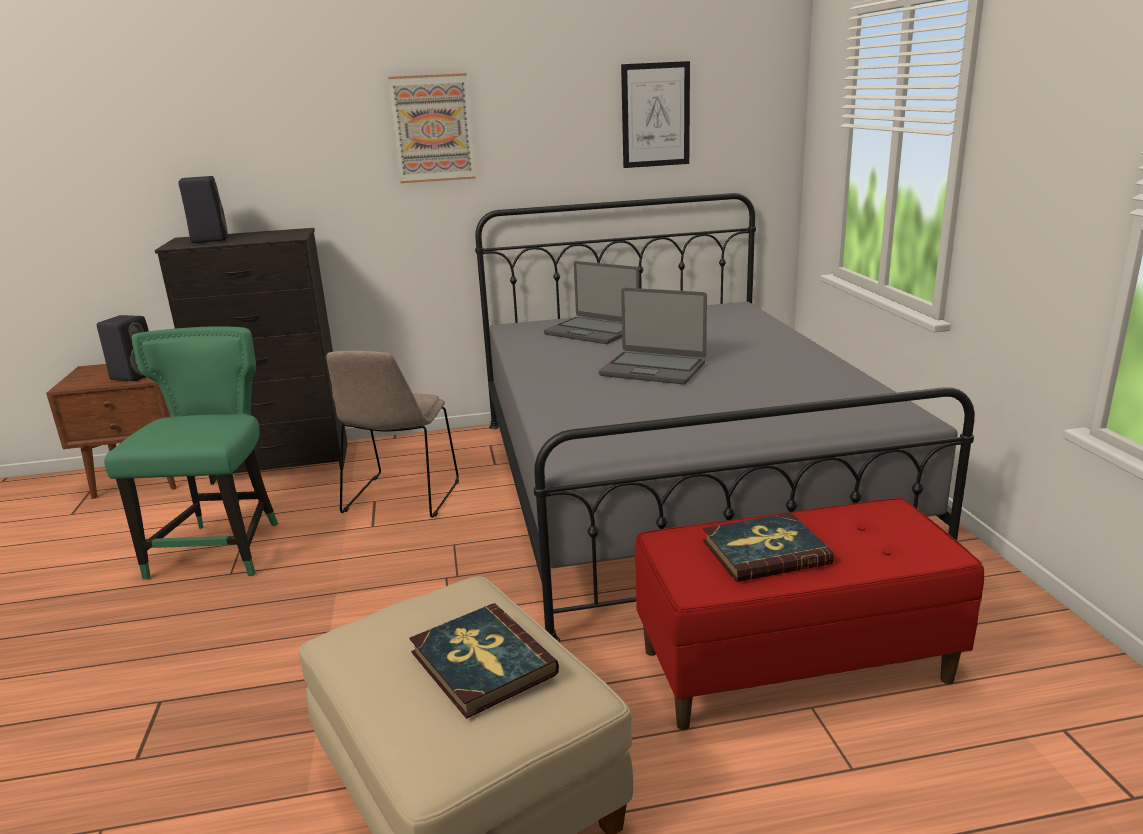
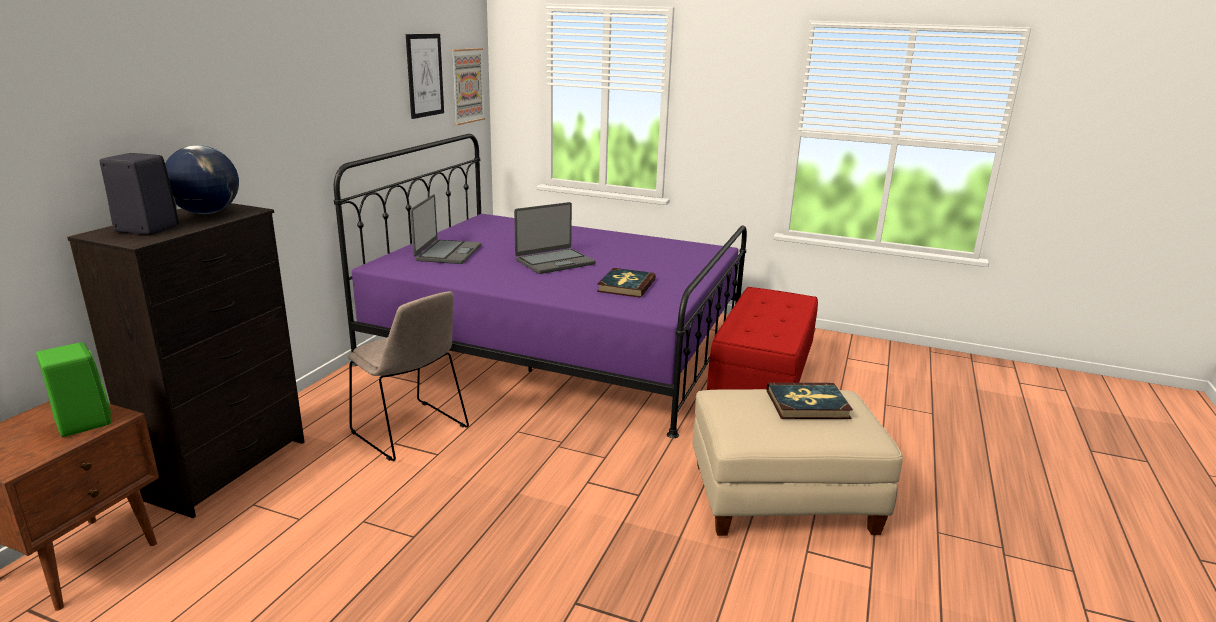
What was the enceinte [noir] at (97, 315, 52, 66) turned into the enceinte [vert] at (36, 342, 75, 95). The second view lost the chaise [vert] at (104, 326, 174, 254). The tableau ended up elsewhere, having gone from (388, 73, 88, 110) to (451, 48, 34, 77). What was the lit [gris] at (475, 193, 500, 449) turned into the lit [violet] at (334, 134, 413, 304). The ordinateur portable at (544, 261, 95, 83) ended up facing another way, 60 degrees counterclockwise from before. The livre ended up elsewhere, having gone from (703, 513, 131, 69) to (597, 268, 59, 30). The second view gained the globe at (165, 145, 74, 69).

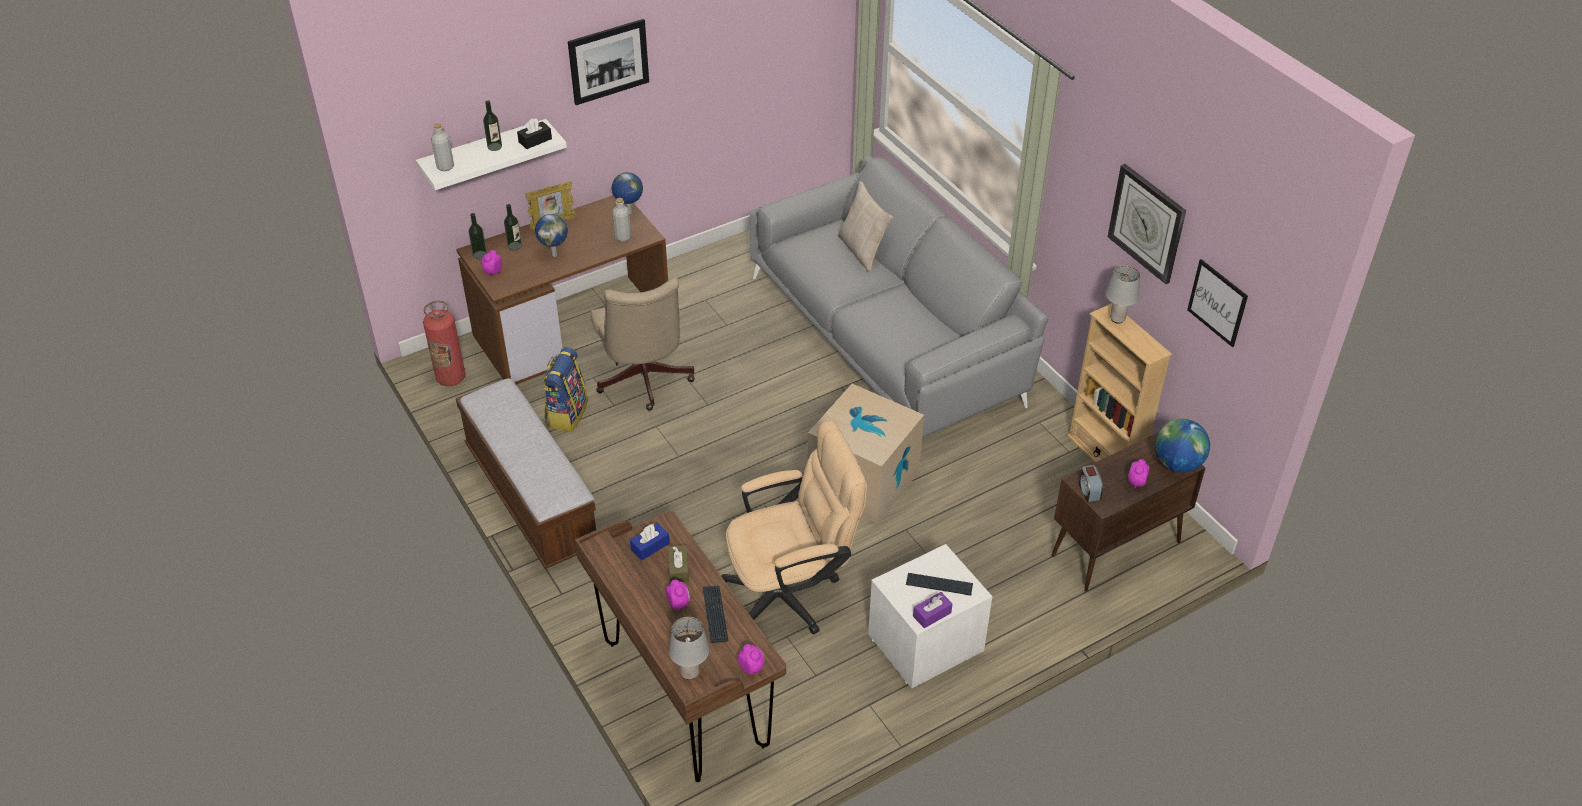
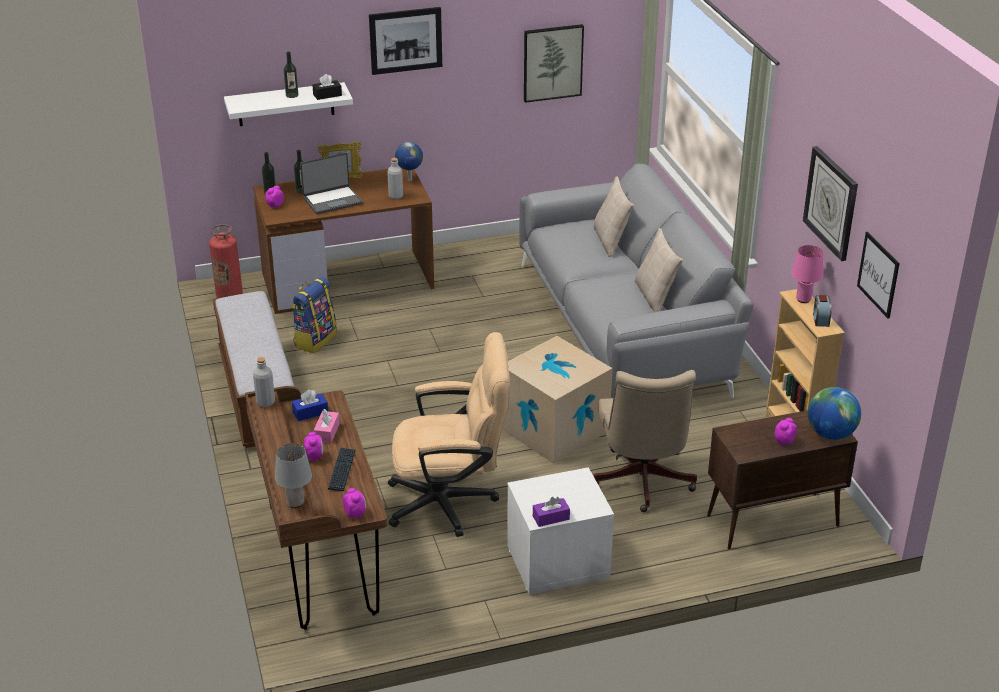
The bouteille [gris] ended up elsewhere, having gone from (431, 123, 23, 48) to (253, 357, 22, 50). Where the globe stood at (535, 214, 33, 43), the ordinateur portable came to stand at (300, 153, 63, 61). The chaise de bureau [beige] ended up elsewhere, having gone from (591, 277, 104, 134) to (593, 370, 104, 142). What was the boîte à mouchoirs [marron] at (668, 545, 21, 38) turned into the boîte à mouchoirs [rose] at (314, 409, 26, 34). The second view lost the clavier at (906, 573, 67, 23). The réveil ended up elsewhere, having gone from (1079, 465, 24, 37) to (813, 295, 18, 32). What was the lampe de table [gris] at (1106, 265, 34, 59) turned into the lampe de table [rose] at (791, 245, 32, 58). The second view gained the tableau at (524, 24, 60, 79). The second view gained the coussin [beige] at (634, 228, 49, 84).

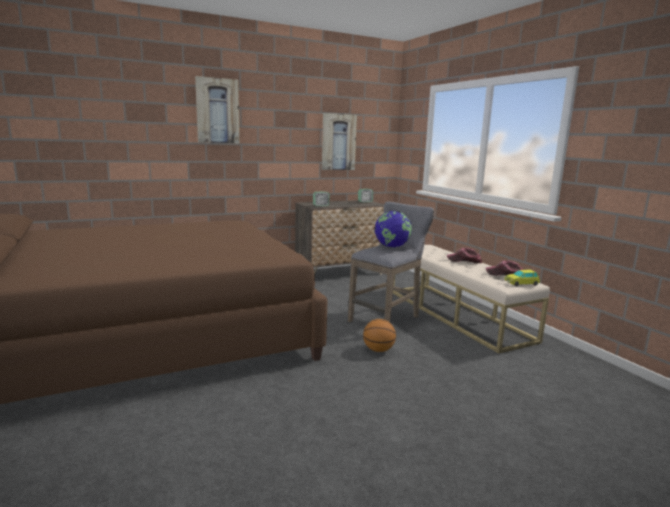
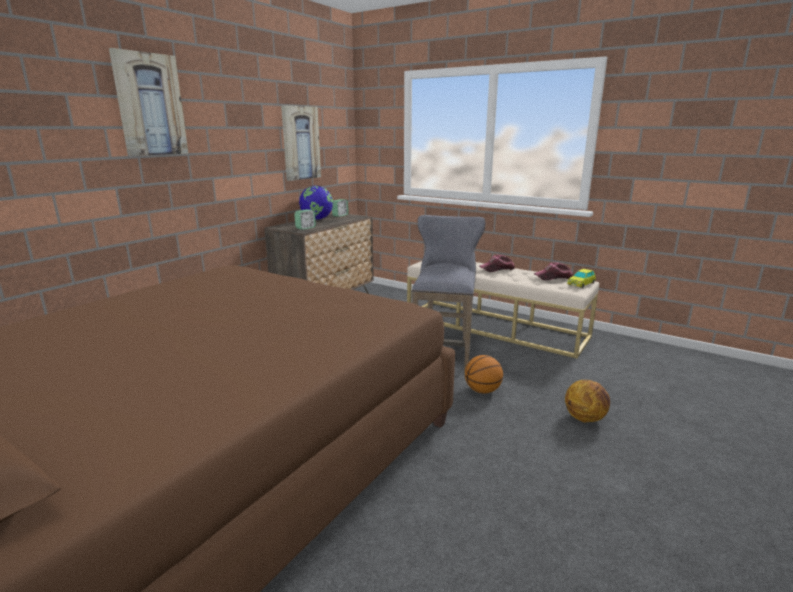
The globe ended up elsewhere, having gone from (375, 211, 37, 36) to (299, 185, 34, 35). The second view gained the ballon de basket at (565, 380, 45, 42).

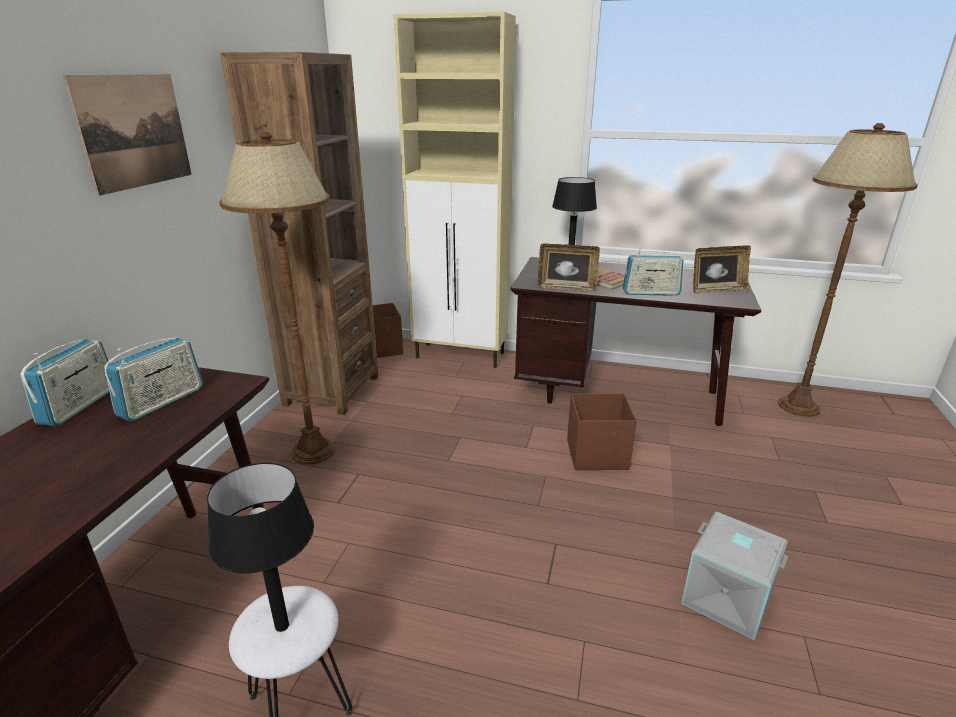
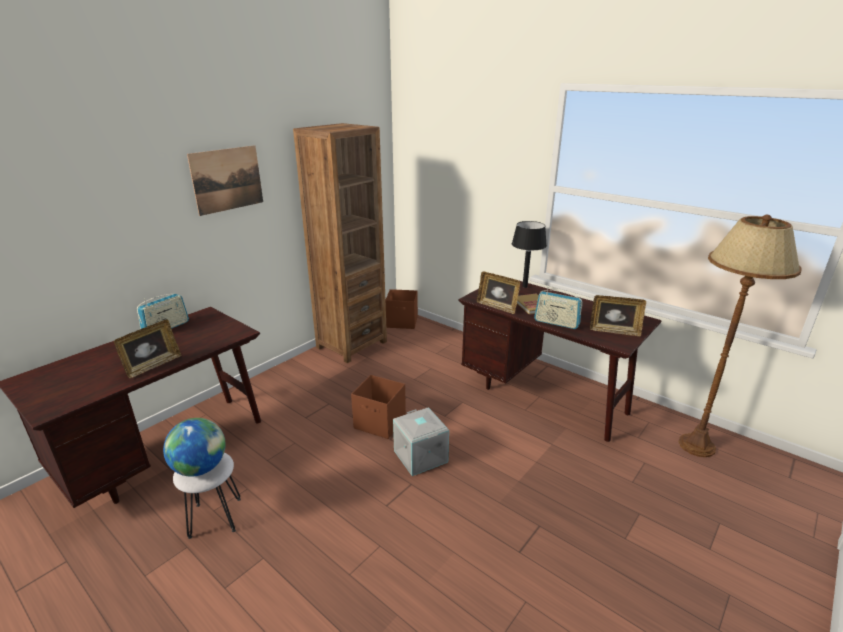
The second view lost the radio at (104, 337, 99, 85). Where the lampe de table [noir] stood at (207, 463, 107, 169), the globe came to stand at (163, 418, 63, 59). The second view lost the lampadaire [marron] at (219, 132, 116, 332). The second view lost the meuble de rangement [beige] at (393, 12, 123, 356). The boîte de rangement [marron] ended up elsewhere, having gone from (567, 393, 70, 77) to (351, 375, 55, 64). The boîte de rangement [gris] ended up elsewhere, having gone from (681, 512, 107, 128) to (393, 407, 56, 69). The second view gained the cadre photo at (114, 320, 68, 58).

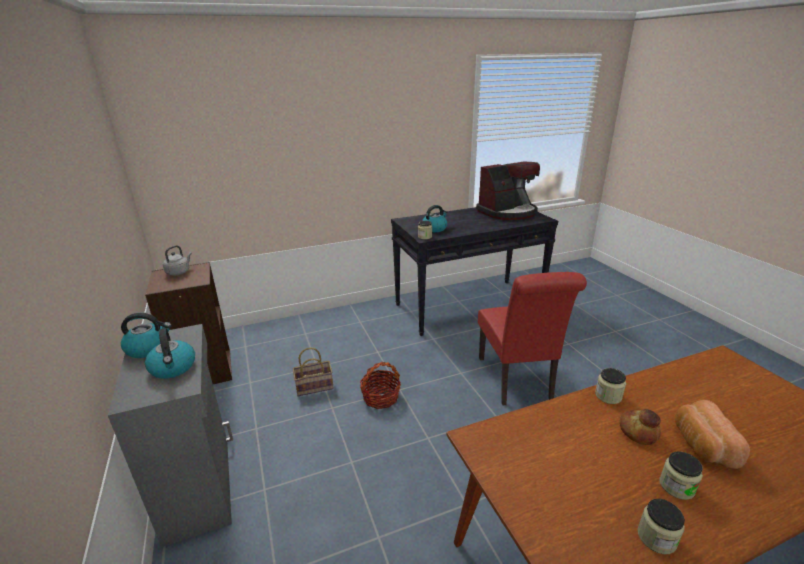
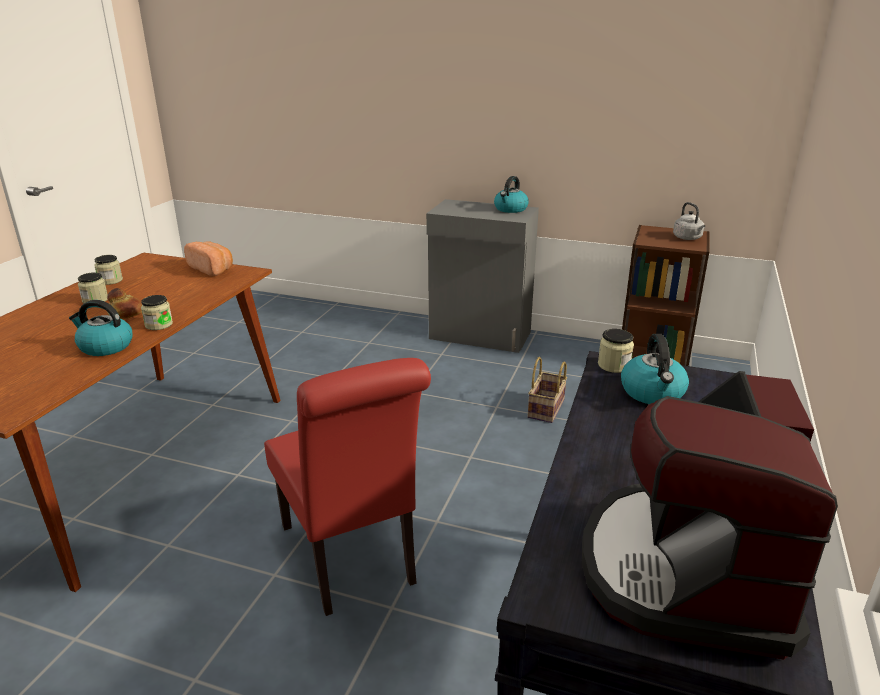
The bouilloire ended up elsewhere, having gone from (145, 328, 50, 51) to (69, 300, 64, 56). The second view lost the panier at (360, 362, 41, 47). The chaise [rouge] at (478, 272, 109, 133) ended up facing another way, 150 degrees counterclockwise from before. The pain ended up elsewhere, having gone from (675, 400, 75, 69) to (184, 241, 49, 35).

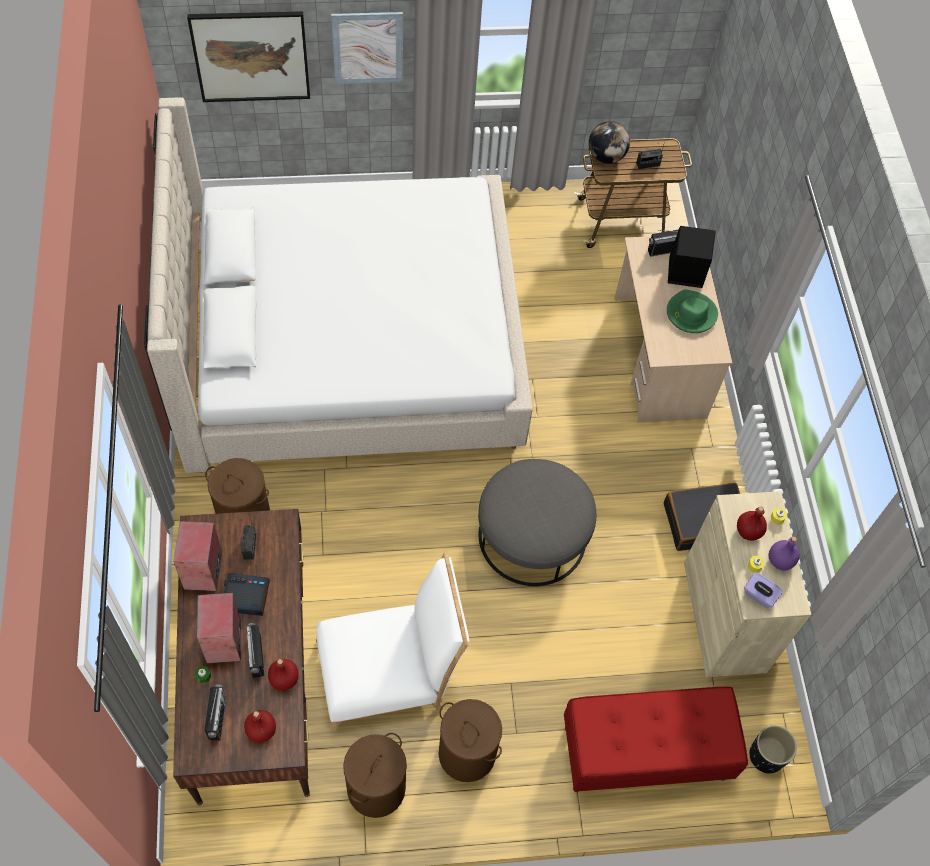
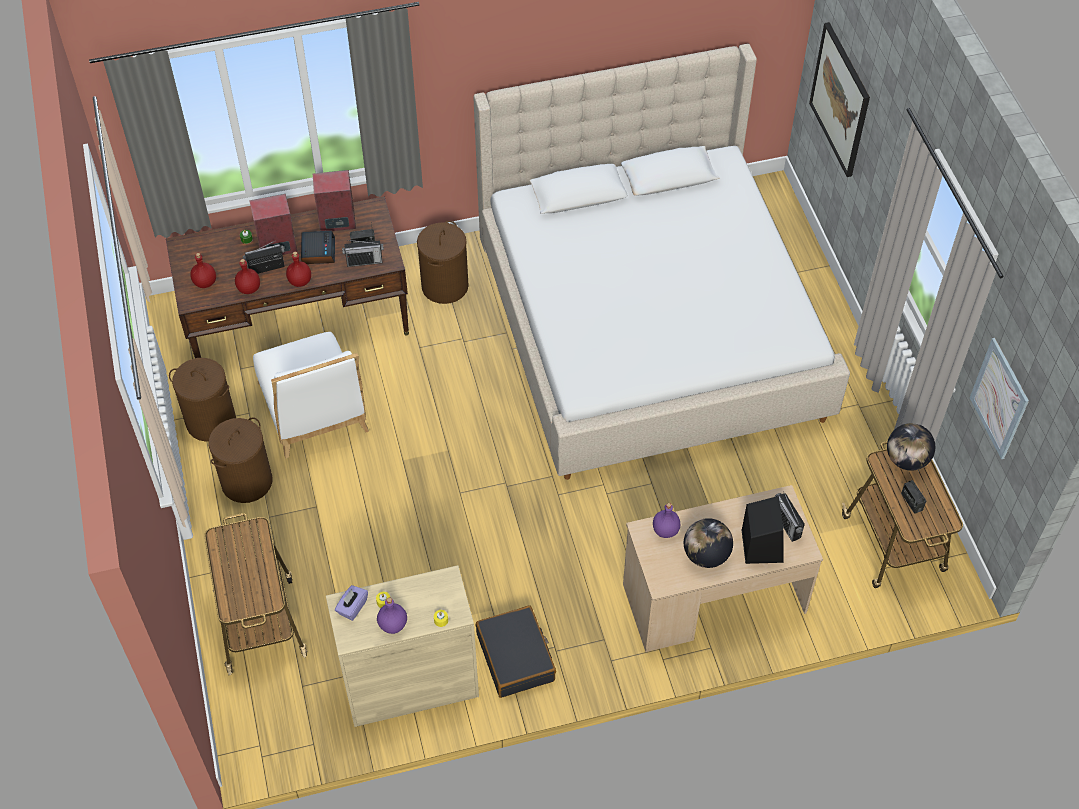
The radio ended up elsewhere, having gone from (204, 684, 22, 57) to (342, 240, 42, 27). The tableau ended up elsewhere, having gone from (331, 12, 72, 72) to (970, 338, 59, 121). The second view lost the pouf [gris] at (478, 459, 118, 127). Where the banc [rouge] stood at (564, 687, 184, 105), the chariot came to stand at (204, 513, 103, 162). Where the chapeau [vert] stood at (667, 289, 51, 44), the globe came to stand at (684, 518, 49, 50). The bouteille [rouge] ended up elsewhere, having gone from (737, 506, 30, 34) to (286, 252, 25, 35). The second view lost the cache-pot [noir] at (749, 725, 48, 49). The second view gained the bouteille [violet] at (653, 503, 27, 35).

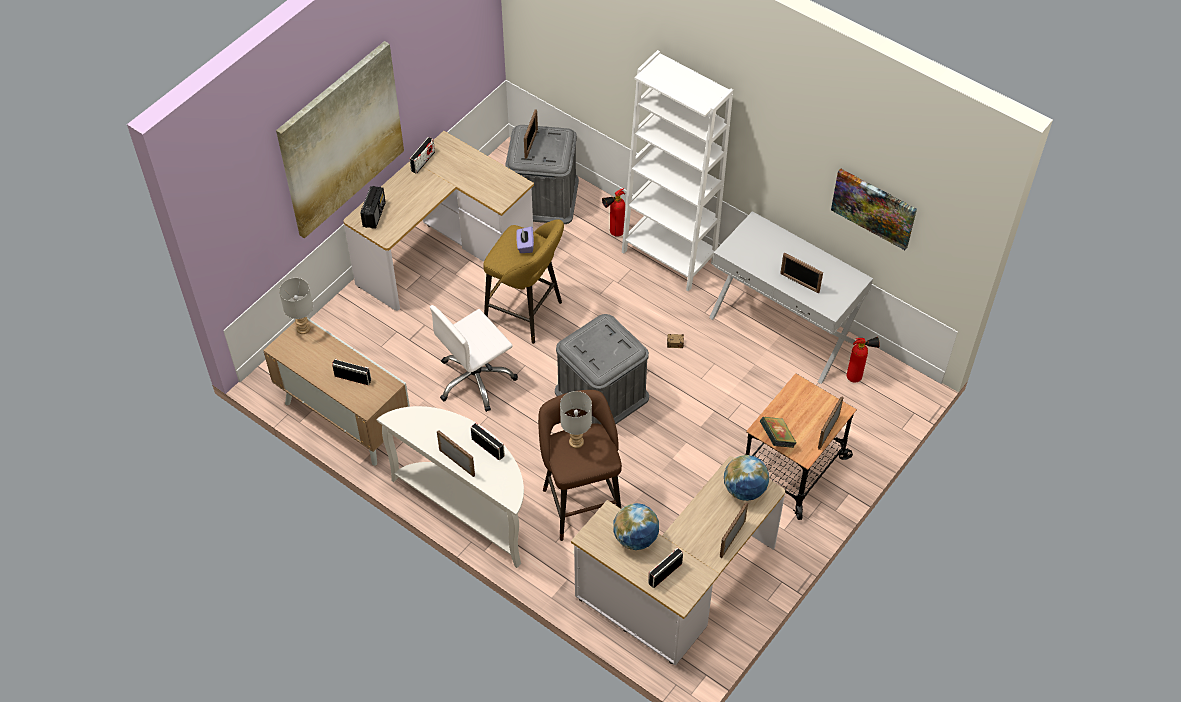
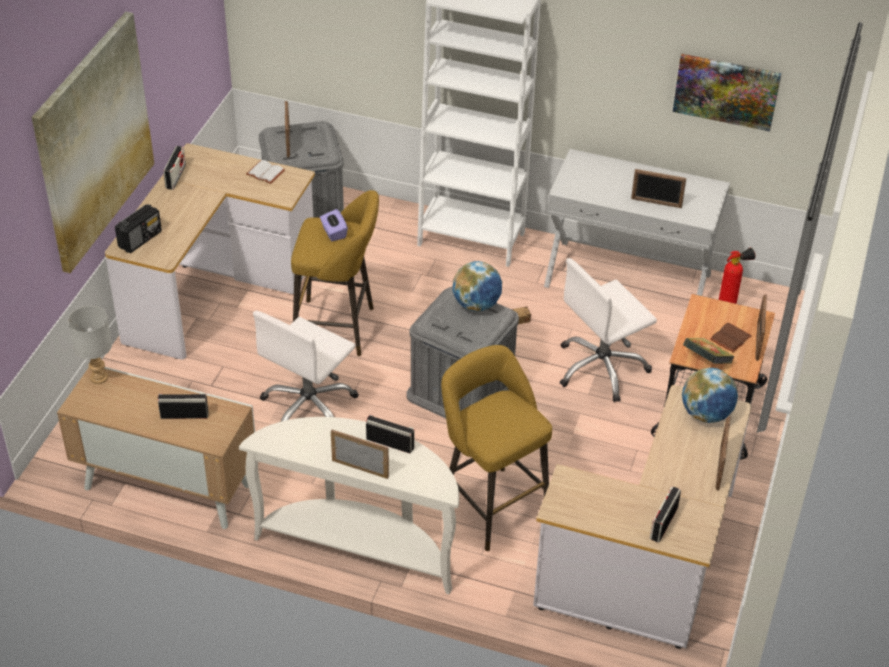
The radio at (360, 186, 26, 43) ended up facing another way, 45 degrees clockwise from before. What was the tabouret [marron] at (538, 390, 84, 151) turned into the tabouret [jaune] at (441, 345, 111, 206). The second view lost the lampe de table [gris] at (560, 391, 32, 57). The second view lost the extincteur at (602, 188, 23, 49). The globe ended up elsewhere, having gone from (613, 503, 46, 47) to (453, 261, 49, 51). The second view gained the livre [blanc] at (246, 160, 39, 24). The second view gained the chaise de bureau [blanc] at (560, 258, 97, 144). The second view gained the livre [marron] at (710, 322, 42, 31).

